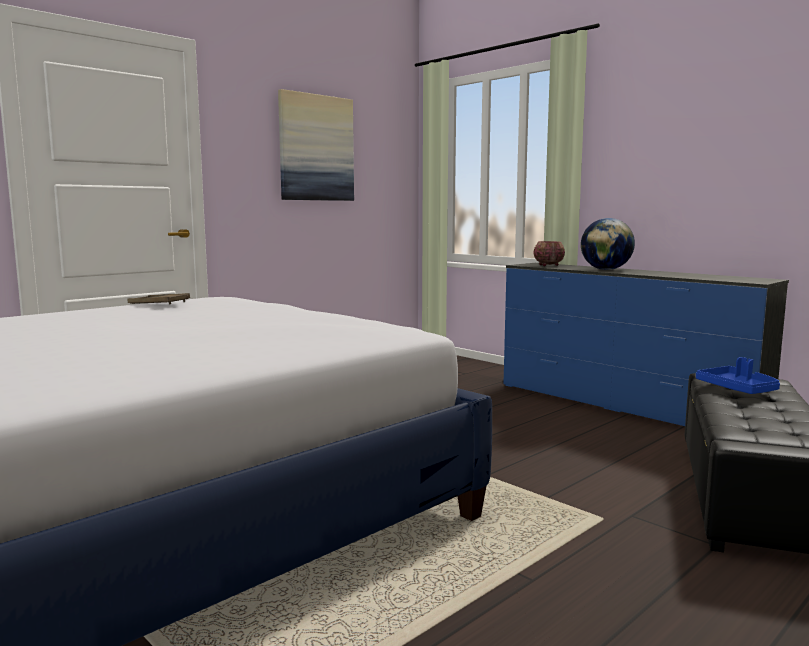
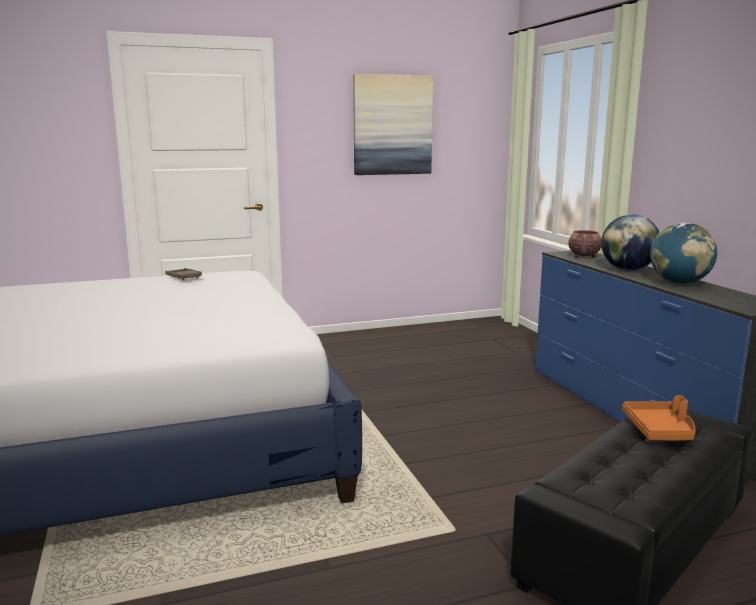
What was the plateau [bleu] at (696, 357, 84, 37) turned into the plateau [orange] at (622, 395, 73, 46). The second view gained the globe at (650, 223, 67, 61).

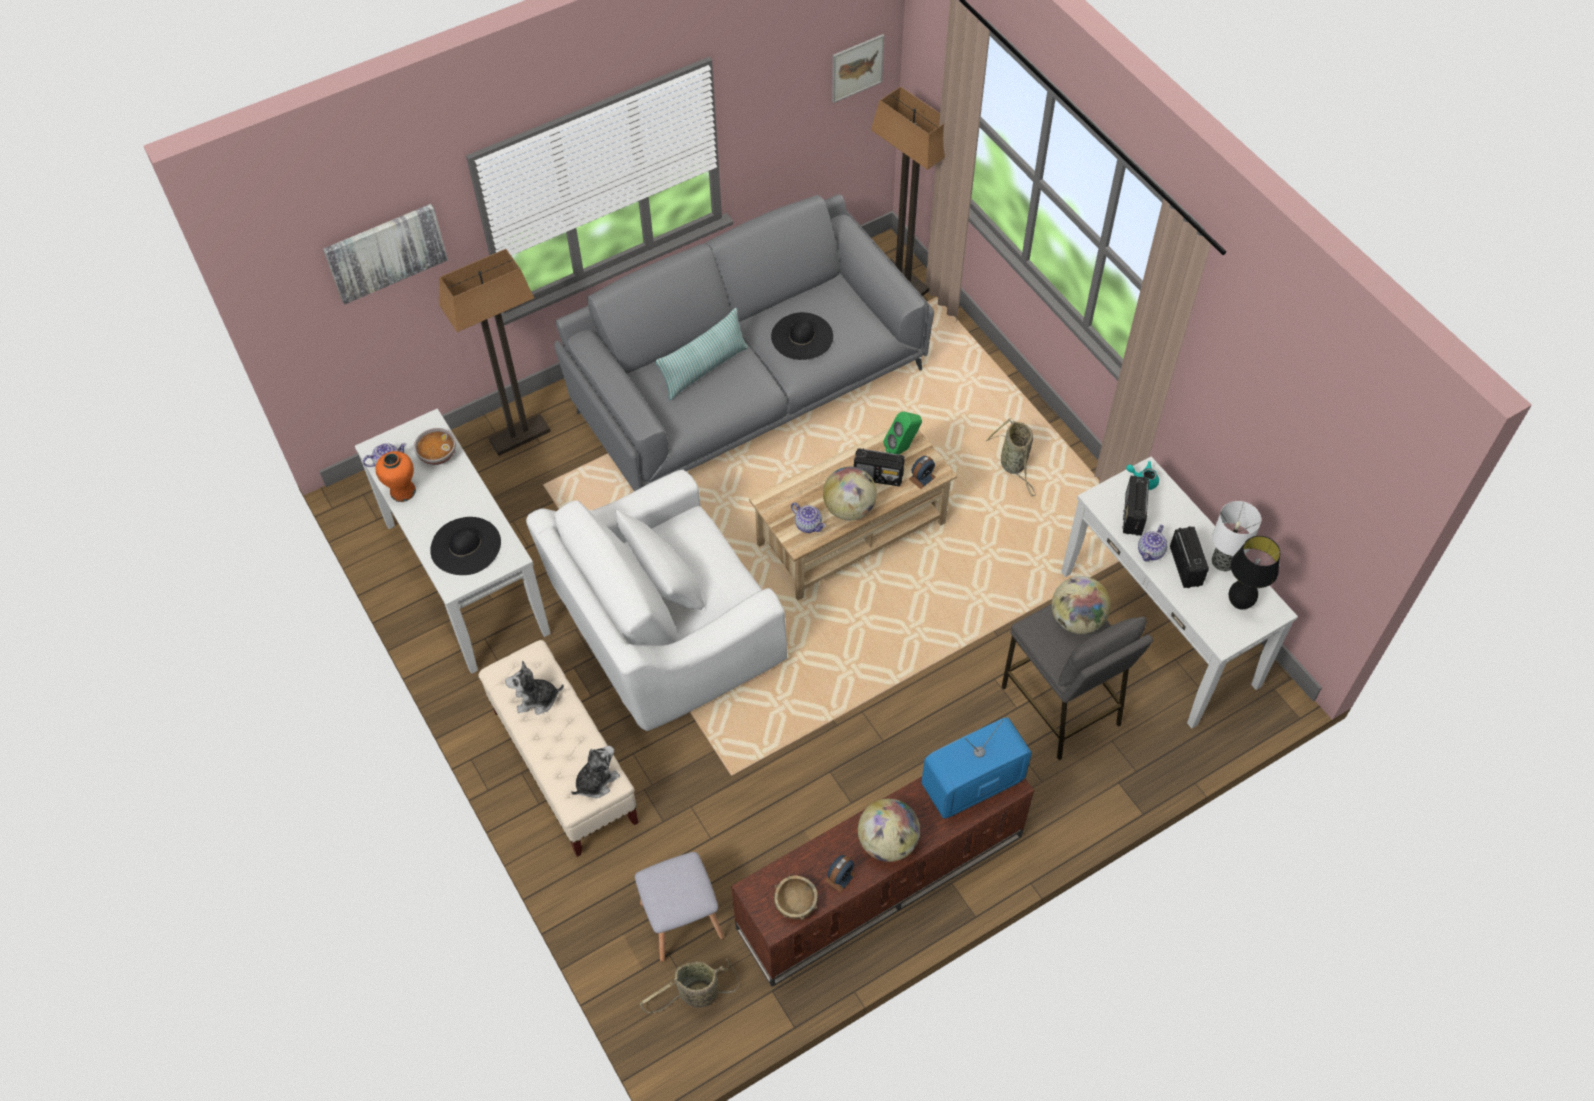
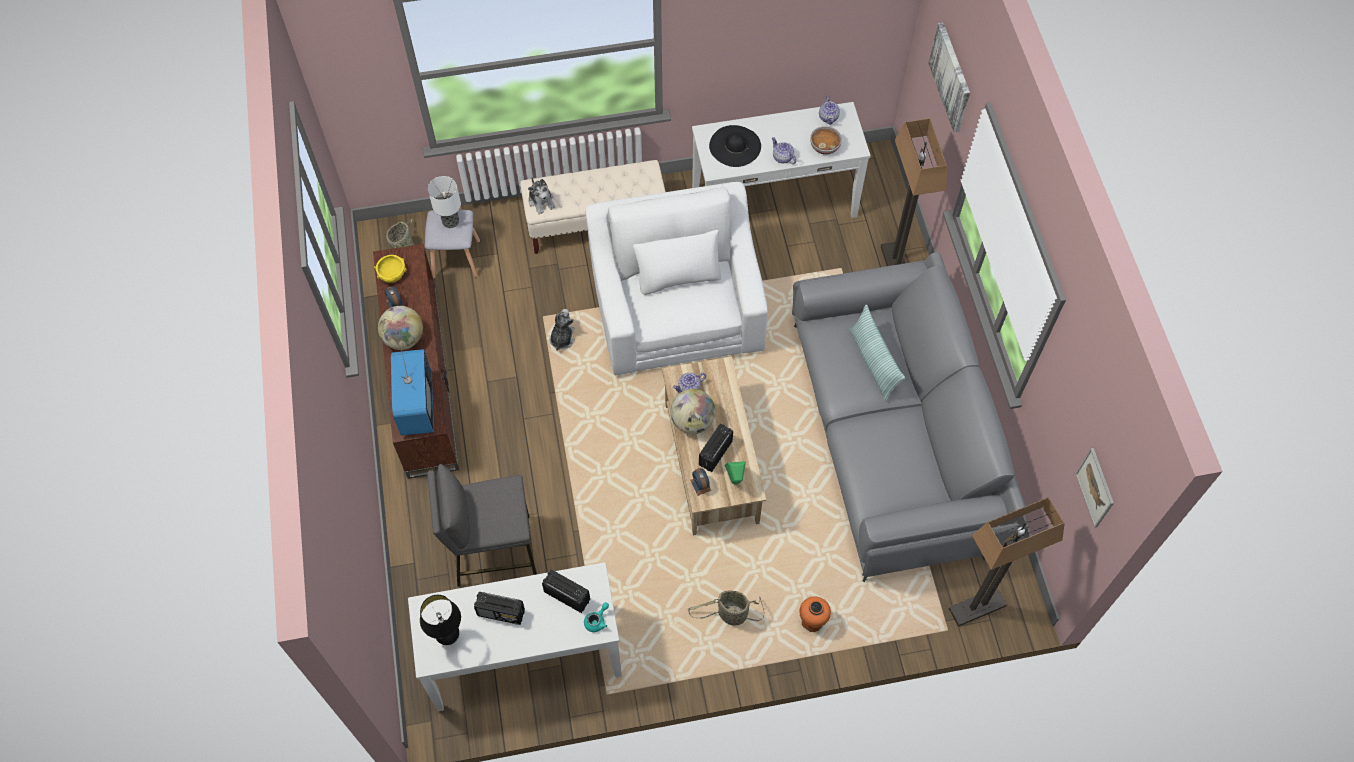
The vase [orange] ended up elsewhere, having gone from (376, 451, 40, 51) to (799, 596, 32, 36). The peluche ended up elsewhere, having gone from (505, 660, 59, 55) to (549, 309, 26, 42). The second view lost the chapeau [noir] at (771, 312, 62, 48). What was the bol [marron] at (774, 875, 44, 46) turned into the bol [jaune] at (374, 255, 33, 28). The second view lost the globe at (1052, 576, 59, 58). The théière ended up elsewhere, having gone from (1138, 524, 29, 37) to (772, 137, 24, 27). The lampe de table ended up elsewhere, having gone from (1212, 501, 49, 70) to (428, 176, 33, 52).

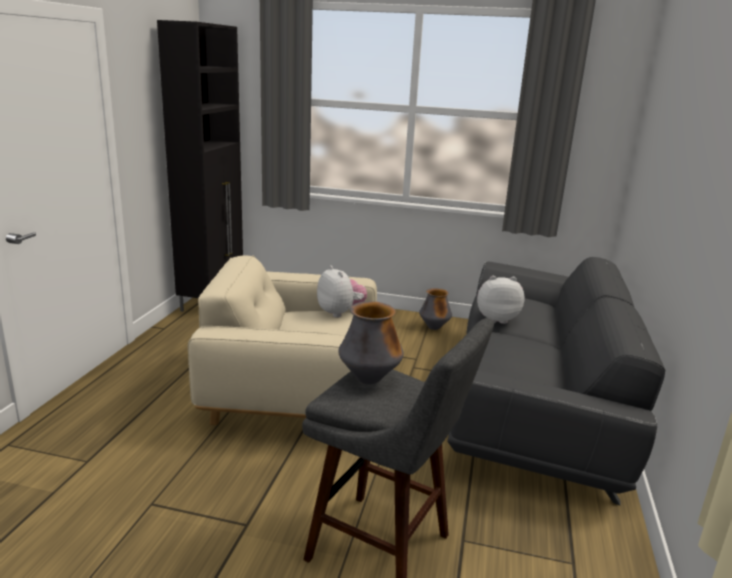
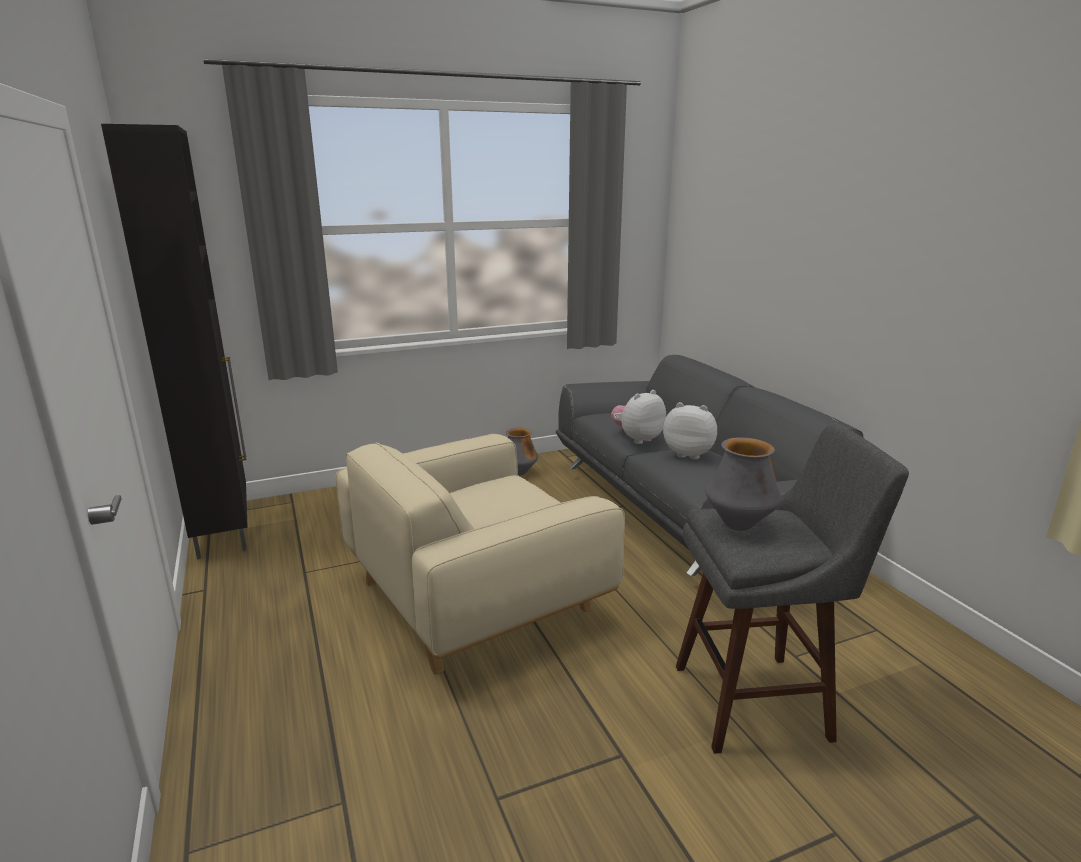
The peluche ended up elsewhere, having gone from (317, 265, 50, 53) to (663, 402, 54, 58).

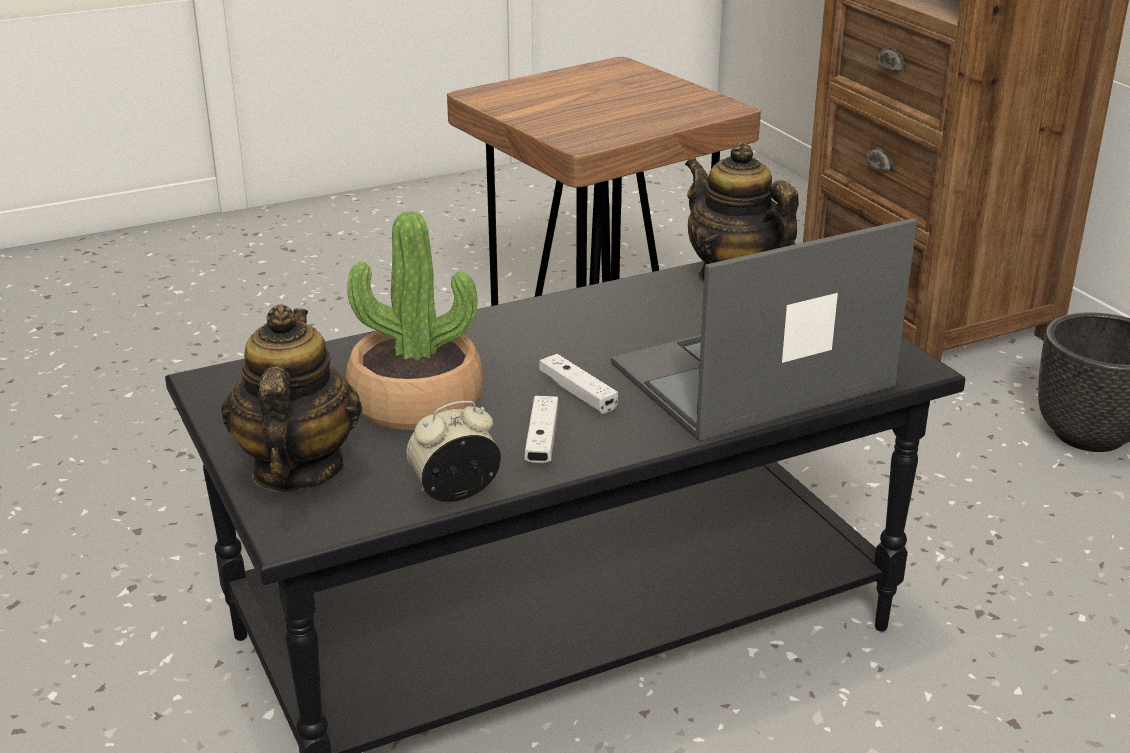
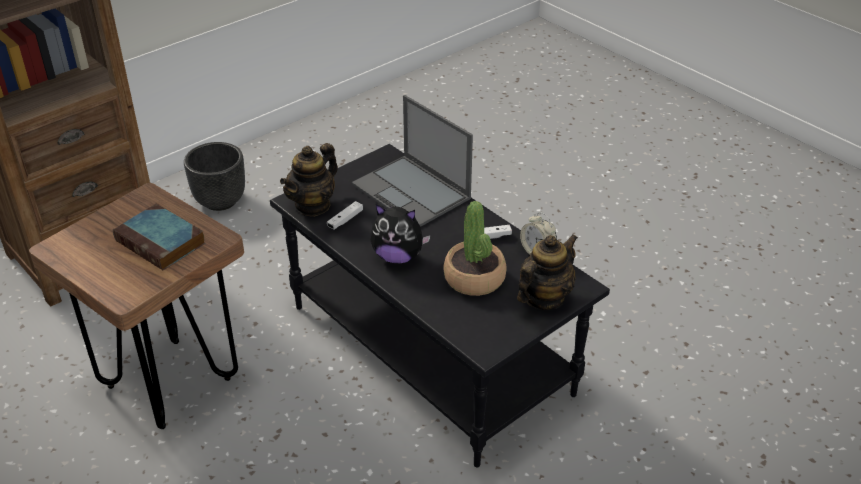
The théière at (221, 304, 141, 188) ended up facing another way, 150 degrees clockwise from before. The manette [blanc] ended up elsewhere, having gone from (539, 354, 79, 60) to (327, 201, 36, 28). The second view gained the livre at (113, 204, 92, 67). The second view gained the peluche at (371, 204, 60, 59).

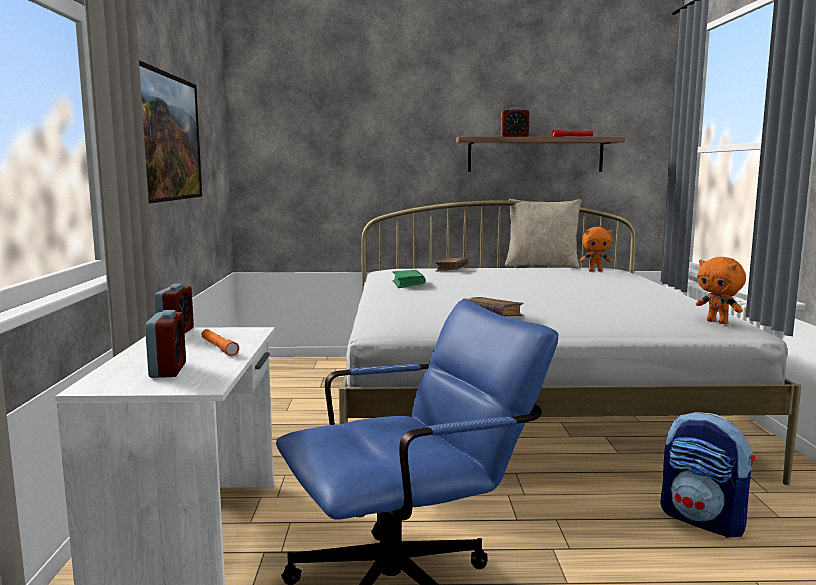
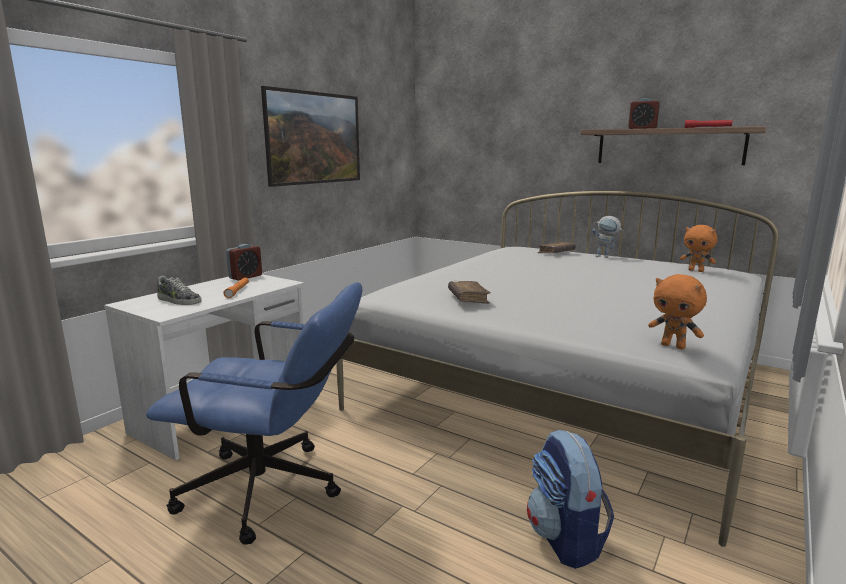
Where the réveil stood at (145, 310, 41, 68), the chaussure came to stand at (157, 276, 45, 29). The second view lost the livre [vert] at (392, 270, 33, 18). The second view lost the coussin [beige] at (505, 199, 77, 70). The peluche [orange] at (696, 257, 50, 67) ended up facing another way, 45 degrees counterclockwise from before. The second view gained the robot jouet at (592, 216, 32, 42).

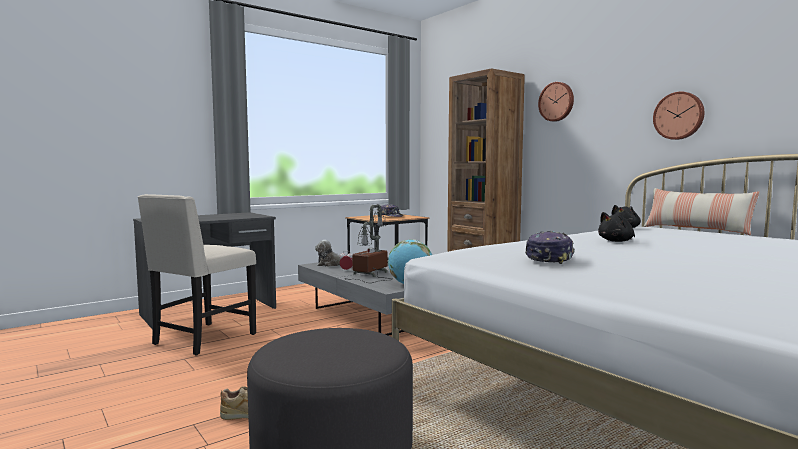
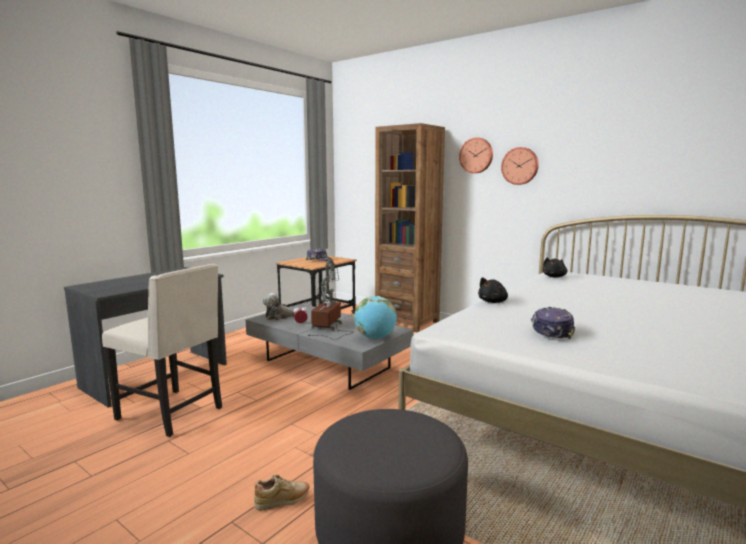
The chaise [beige] at (138, 194, 118, 162) ended up facing another way, 75 degrees counterclockwise from before. The peluche [noir] ended up elsewhere, having gone from (598, 212, 37, 30) to (478, 277, 30, 26). The second view lost the coussin at (644, 188, 116, 47). The horloge murale ended up elsewhere, having gone from (653, 92, 51, 48) to (501, 147, 38, 38).

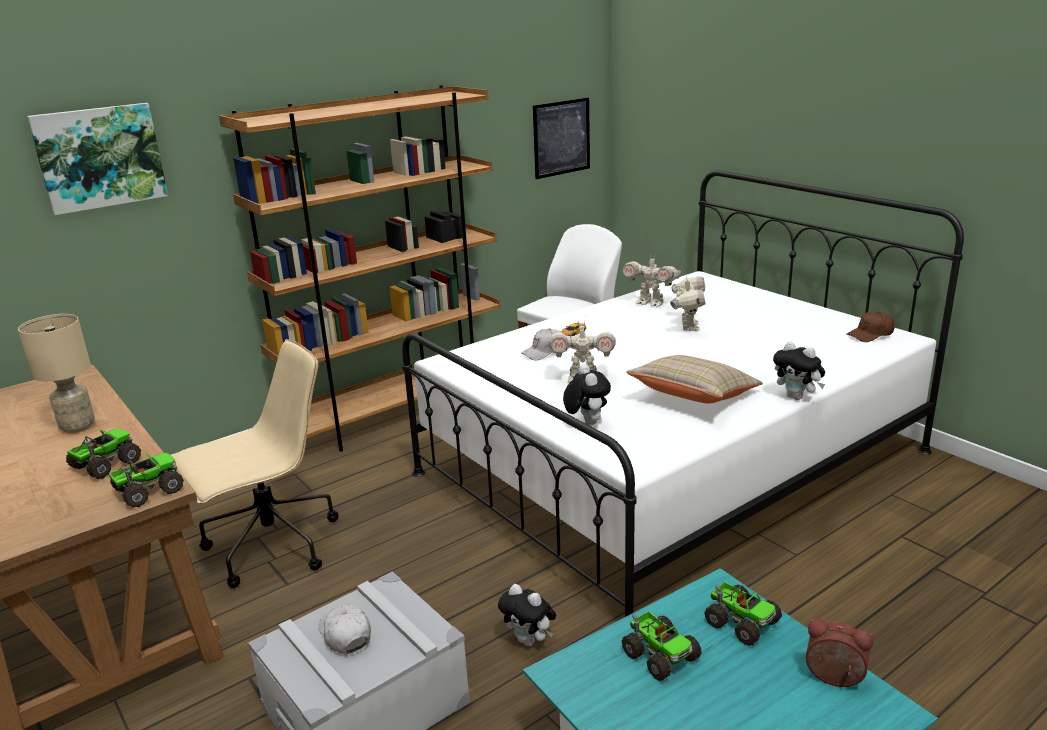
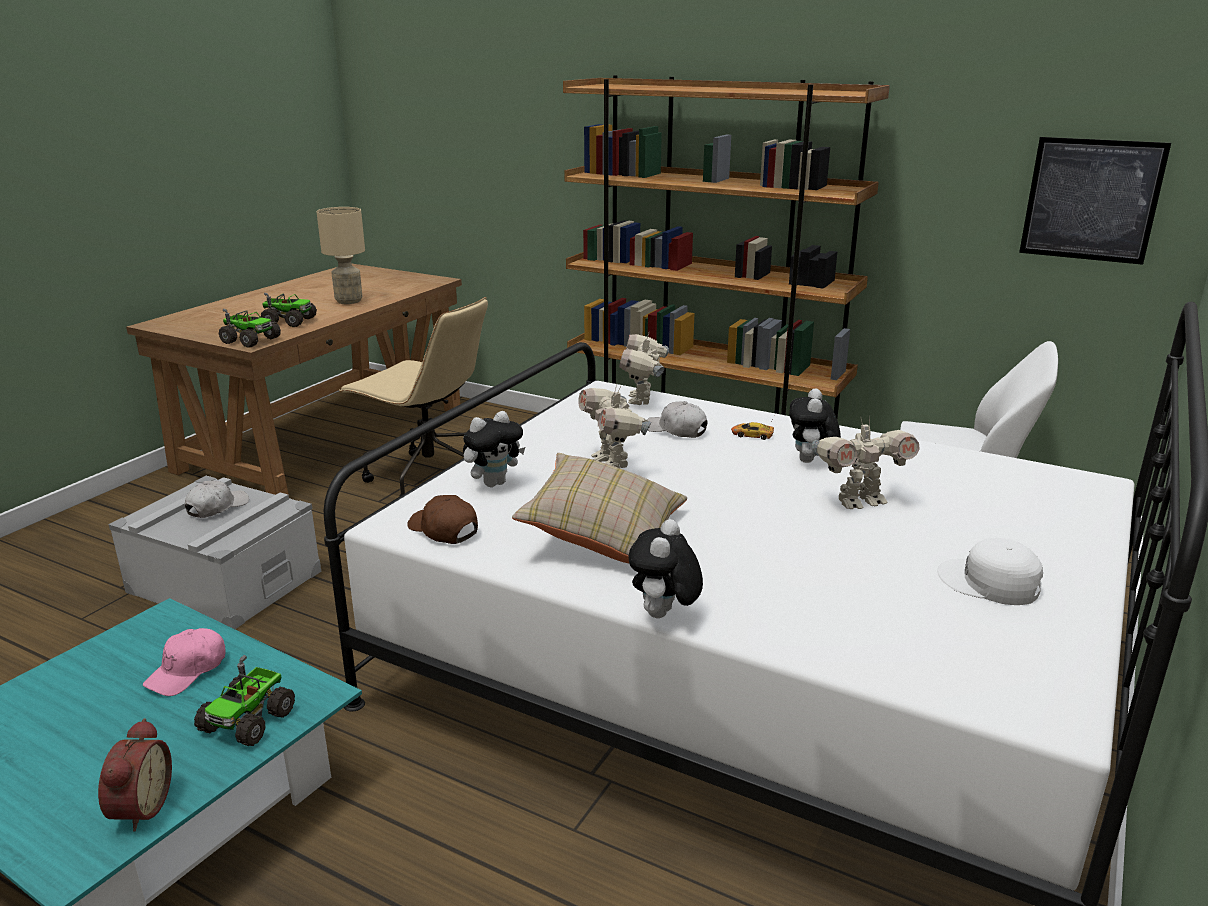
The second view lost the tableau at (27, 103, 141, 112). The peluche ended up elsewhere, having gone from (498, 584, 58, 62) to (789, 388, 52, 75). Where the camion jouet stood at (622, 612, 80, 69), the casquette [rose] came to stand at (143, 628, 83, 68). The robot jouet ended up elsewhere, having gone from (623, 257, 58, 49) to (619, 331, 50, 74). The casquette [marron] ended up elsewhere, having gone from (847, 311, 48, 31) to (407, 495, 71, 49). The second view gained the casquette [blanc] at (937, 538, 106, 67).

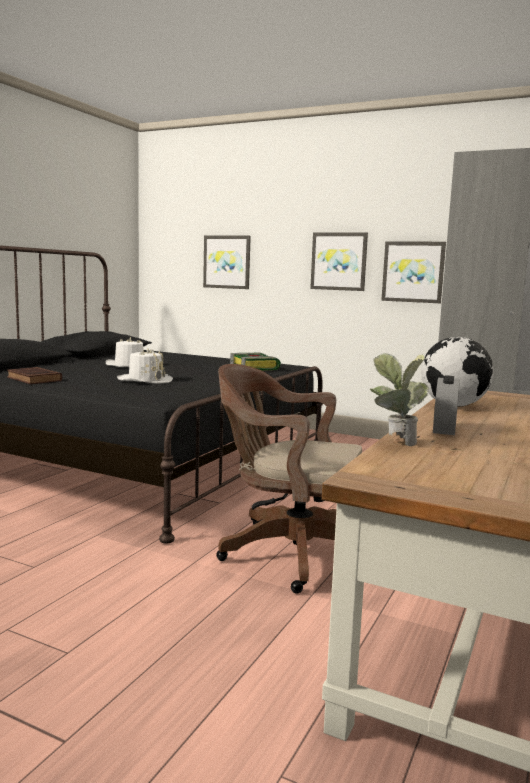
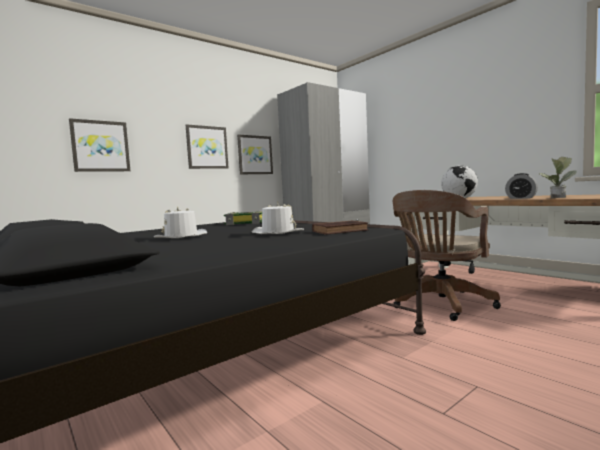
The livre [marron] ended up elsewhere, having gone from (7, 367, 55, 17) to (312, 220, 57, 15).

